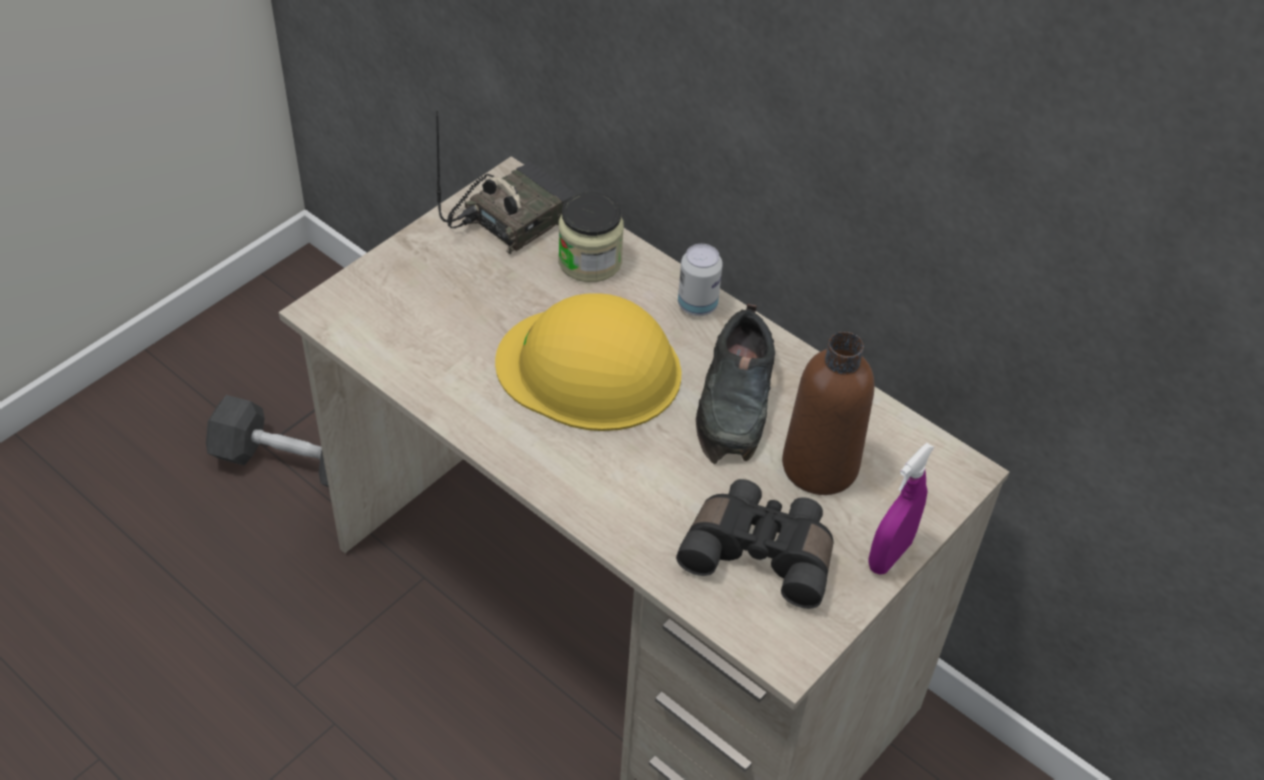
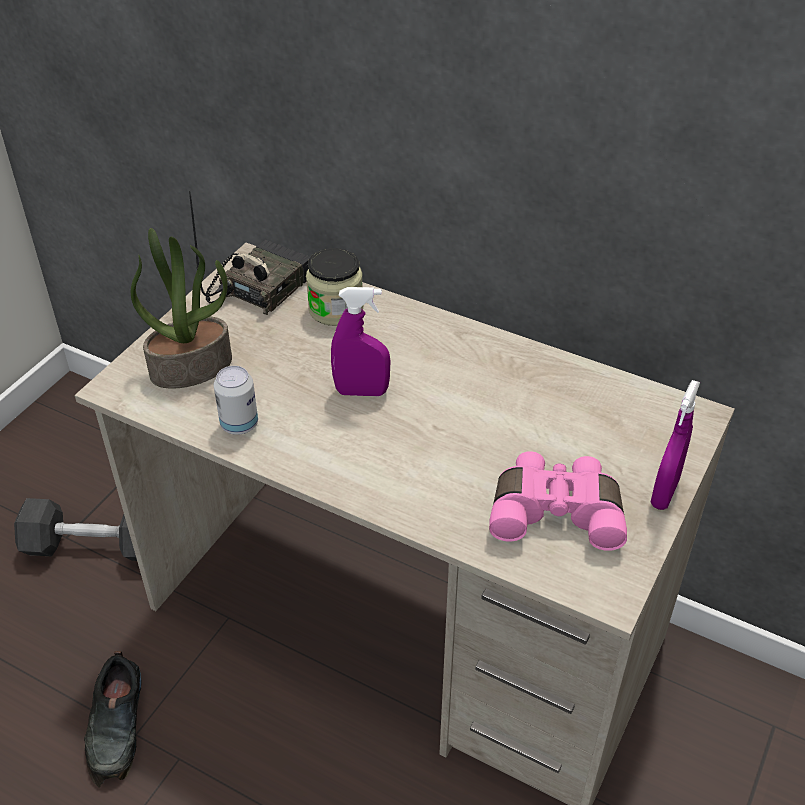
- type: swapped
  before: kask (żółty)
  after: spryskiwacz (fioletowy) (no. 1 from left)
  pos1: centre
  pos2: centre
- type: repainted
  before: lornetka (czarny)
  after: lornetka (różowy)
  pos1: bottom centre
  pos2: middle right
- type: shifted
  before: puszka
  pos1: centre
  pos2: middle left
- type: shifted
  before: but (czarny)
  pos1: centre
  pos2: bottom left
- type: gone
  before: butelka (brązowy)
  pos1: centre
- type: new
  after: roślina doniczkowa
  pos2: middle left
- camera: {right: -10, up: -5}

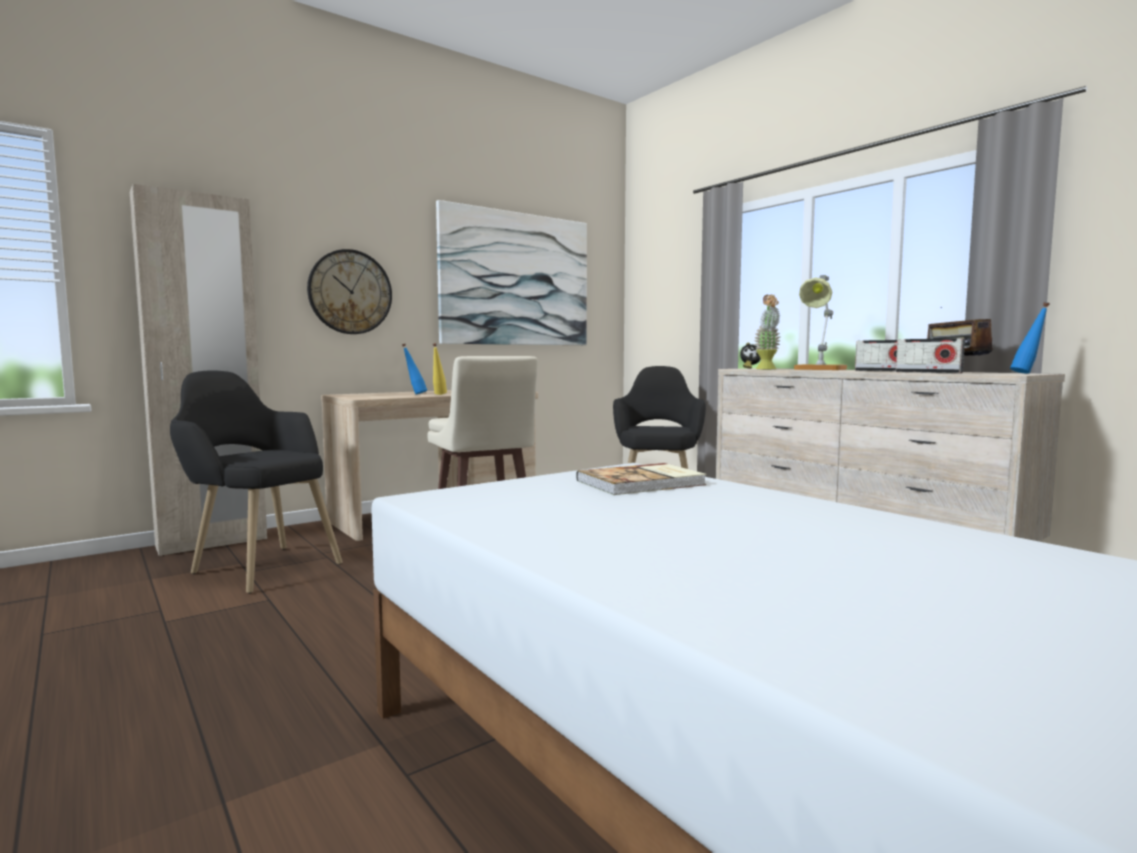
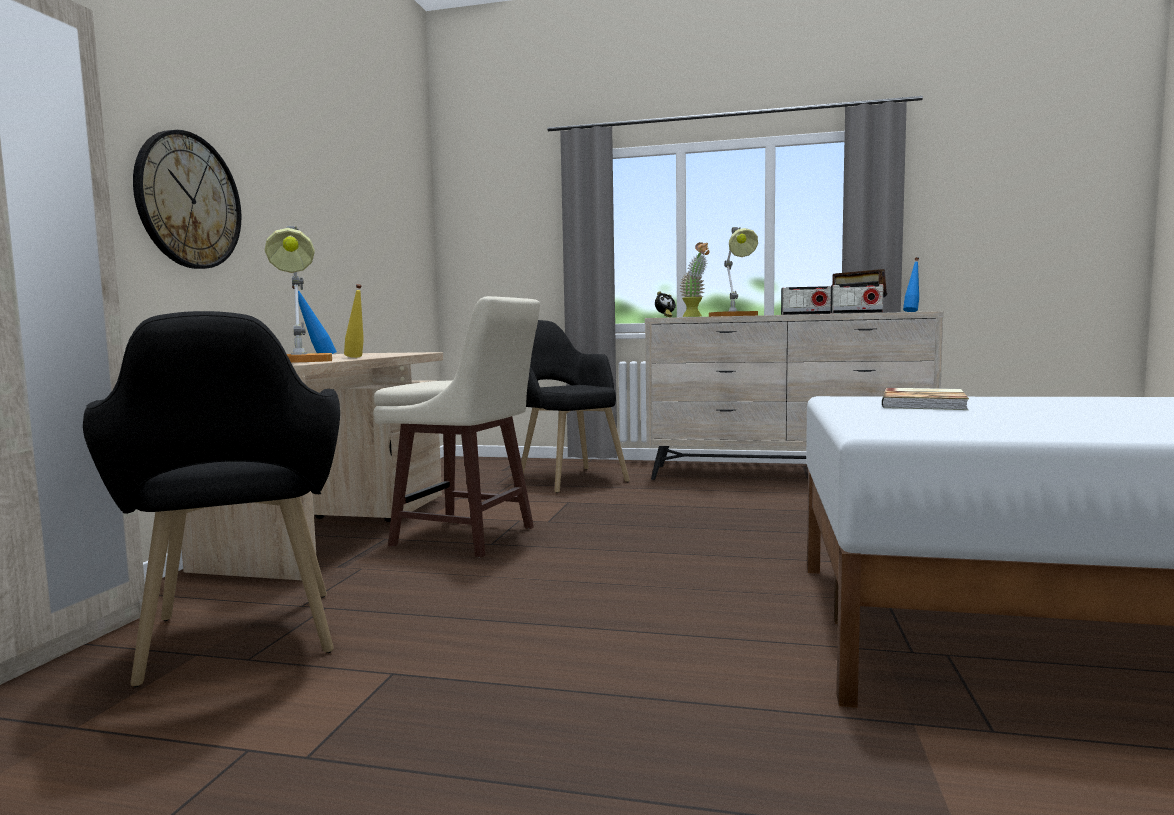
- type: rotated
  before: fotel (czarny) (no. 1 from left)
  pos1: middle left
  pos2: middle left
  turn: -105
- type: gone
  before: obraz
  pos1: top centre
- type: new
  after: lampa stołowa (no. 1 from left)
  pos2: middle left
- camera: {right: -40, up: 0}

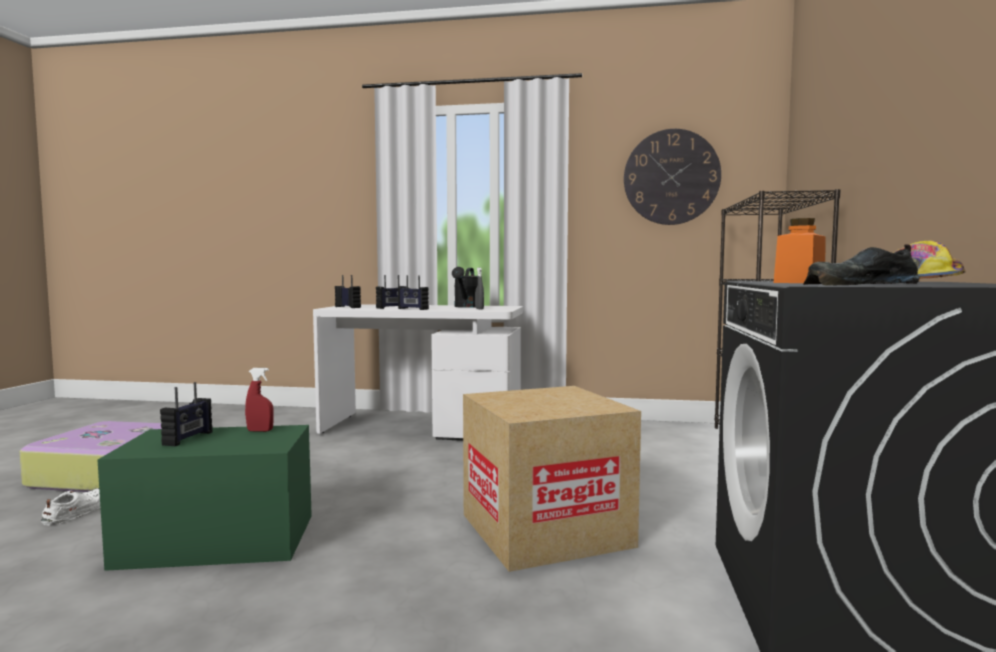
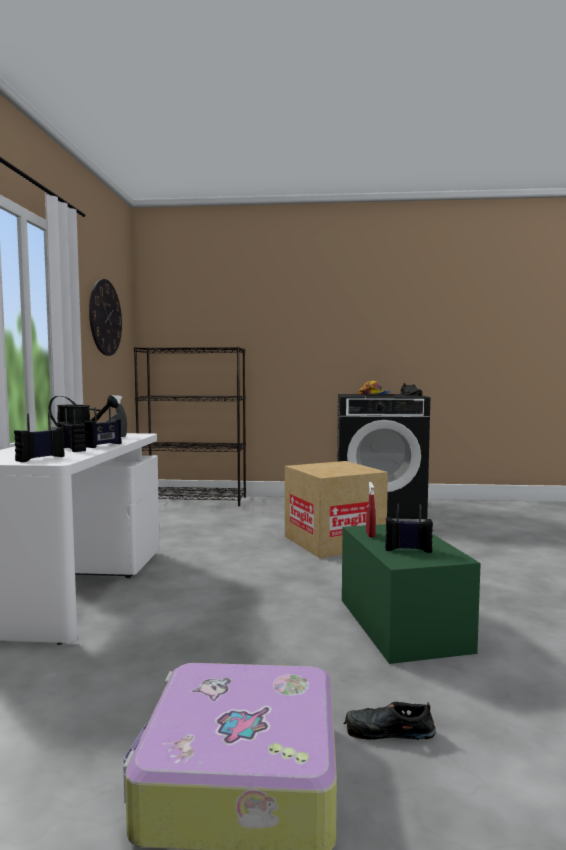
- type: repainted
  before: but (biały)
  after: but (czarny) (no. 1 from left)
  pos1: bottom left
  pos2: bottom right
- type: gone
  before: słoik (pomarańczowy)
  pos1: middle right
- camera: {right: -95, up: 0}

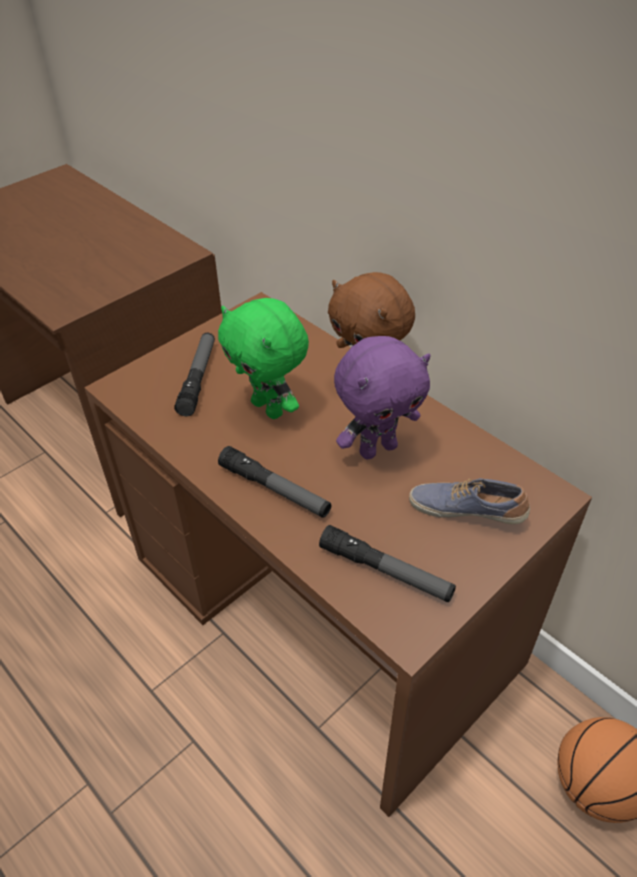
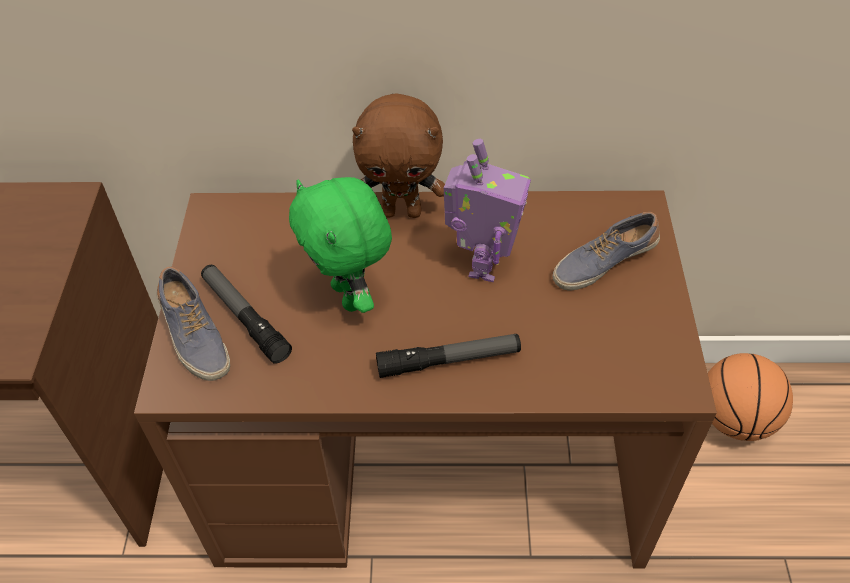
- type: rotated
  before: pluszak (zielony)
  pos1: centre
  pos2: centre
  turn: 60
- type: gone
  before: latarka (no. 3 from left)
  pos1: centre
- type: swapped
  before: pluszak (fioletowy)
  after: robot zabawkowy
  pos1: centre
  pos2: centre
- type: new
  after: but (no. 1 from left)
  pos2: middle left
- camera: {right: -45, up: 5}

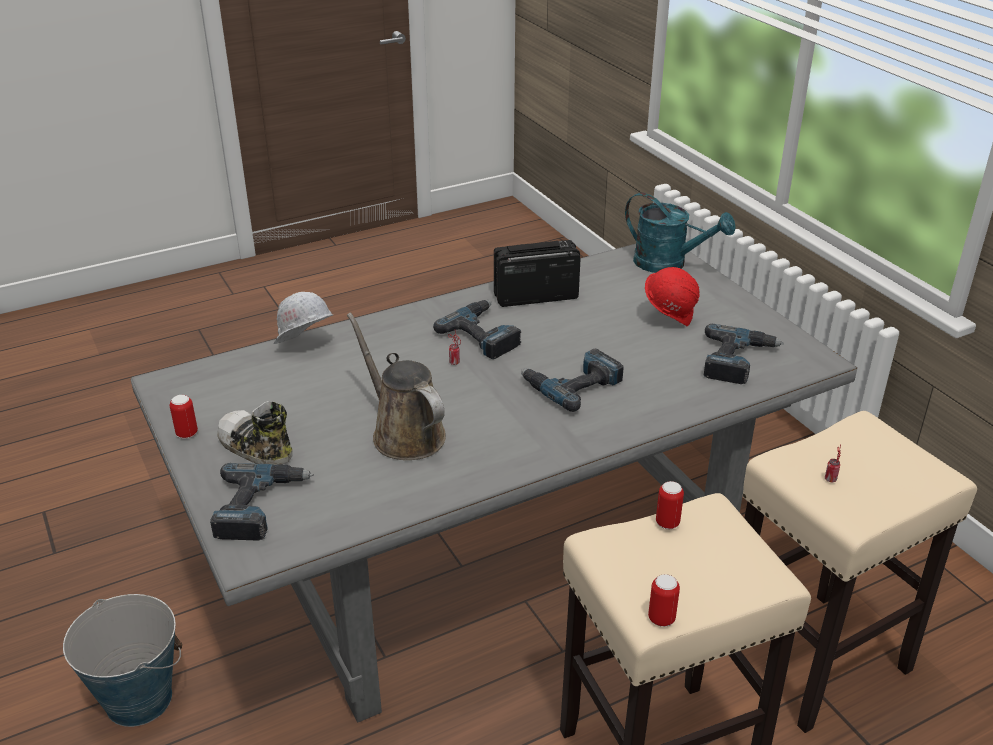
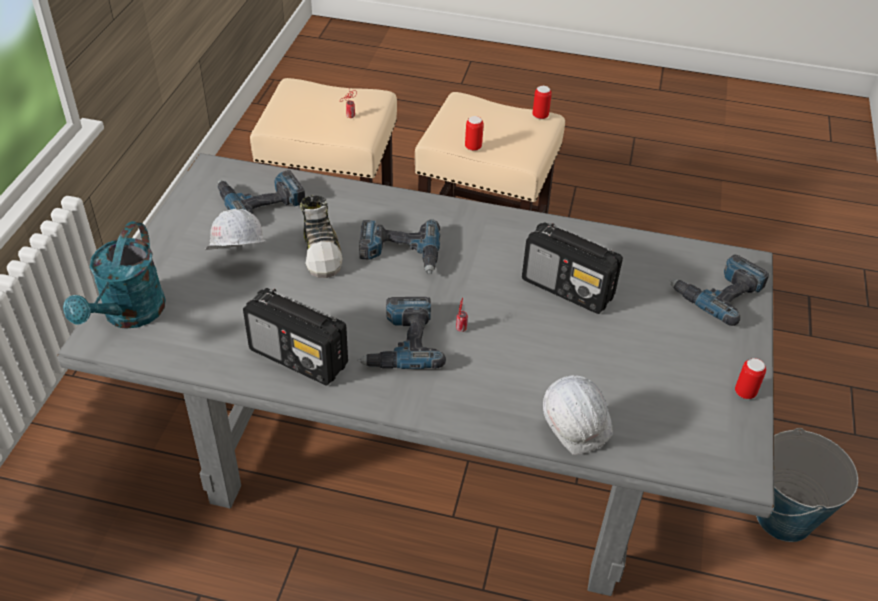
- type: shifted
  before: but
  pos1: middle left
  pos2: centre
- type: swapped
  before: konewka (brązowy)
  after: radio (no. 2 from left)
  pos1: centre
  pos2: centre
- type: rotated
  before: konewka (turkusowy)
  pos1: top right
  pos2: middle left
  turn: -150
- type: repainted
  before: kask (czerwony)
  after: kask (biały) (no. 1 from left)
  pos1: middle right
  pos2: middle left
- camera: {right: -140, up: 10}

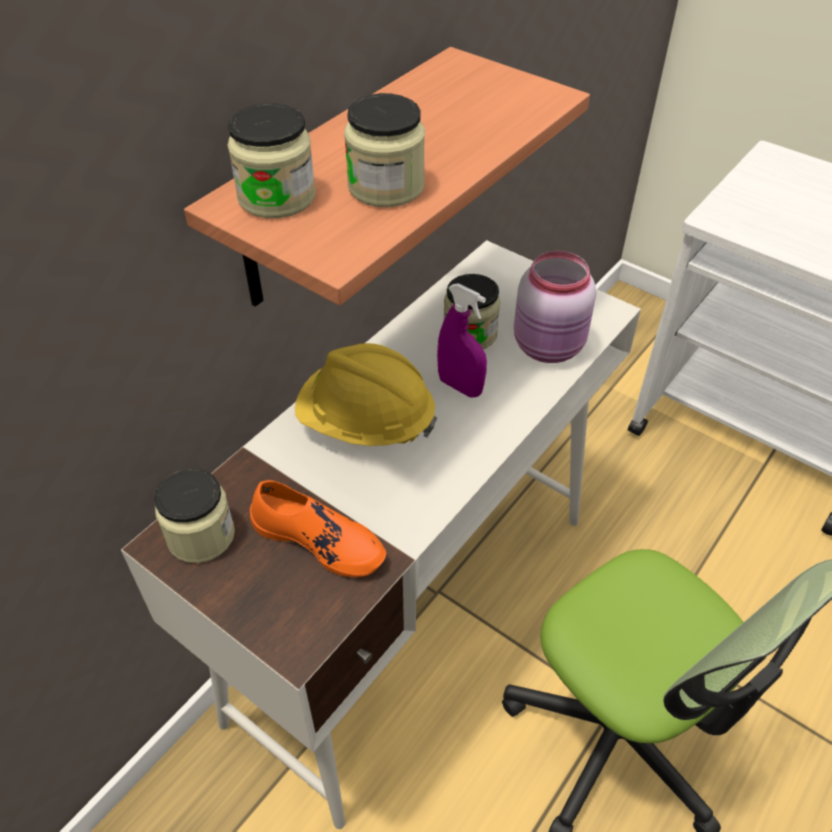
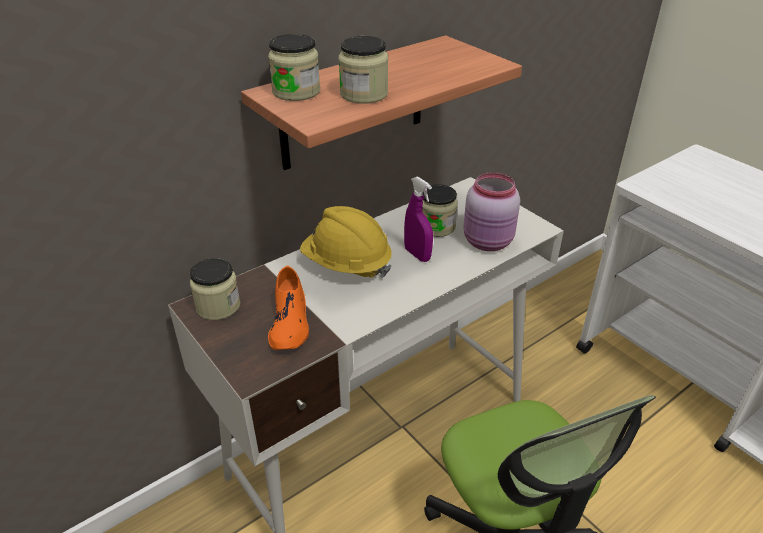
- type: rotated
  before: but (pomarańczowy)
  pos1: centre
  pos2: centre
  turn: 45
- camera: {right: 15, up: -10}

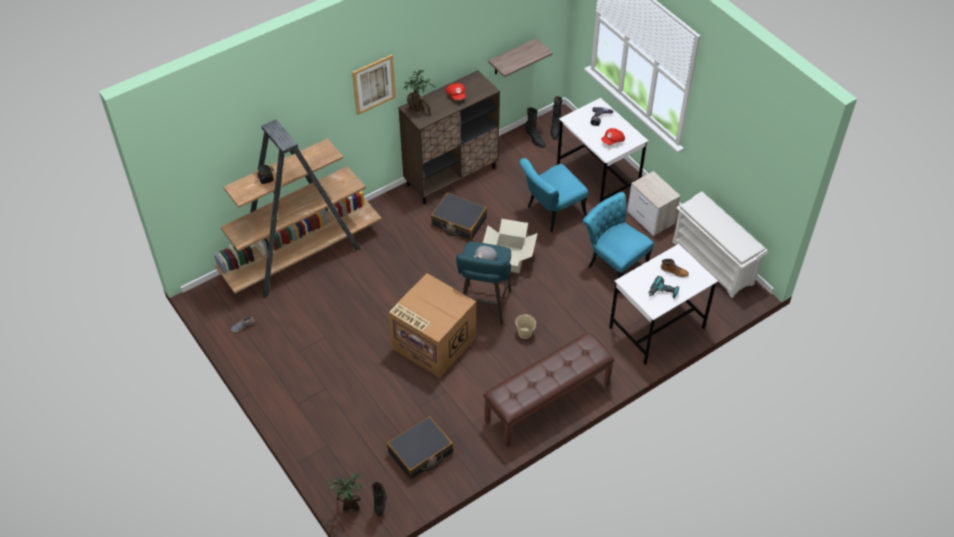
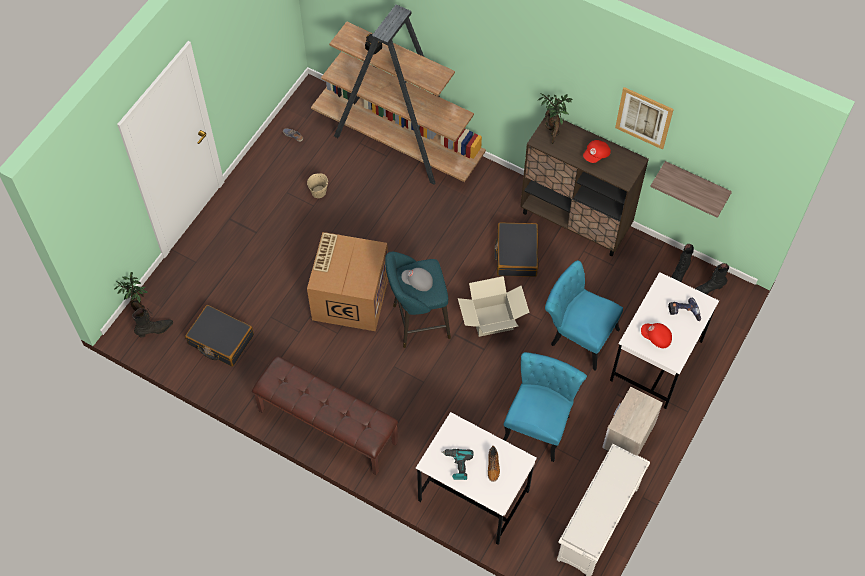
- type: shifted
  before: obraz
  pos1: top centre
  pos2: top right
- type: shifted
  before: wiadro (beżowy)
  pos1: centre
  pos2: top centre
- camera: {right: 65, up: 10}

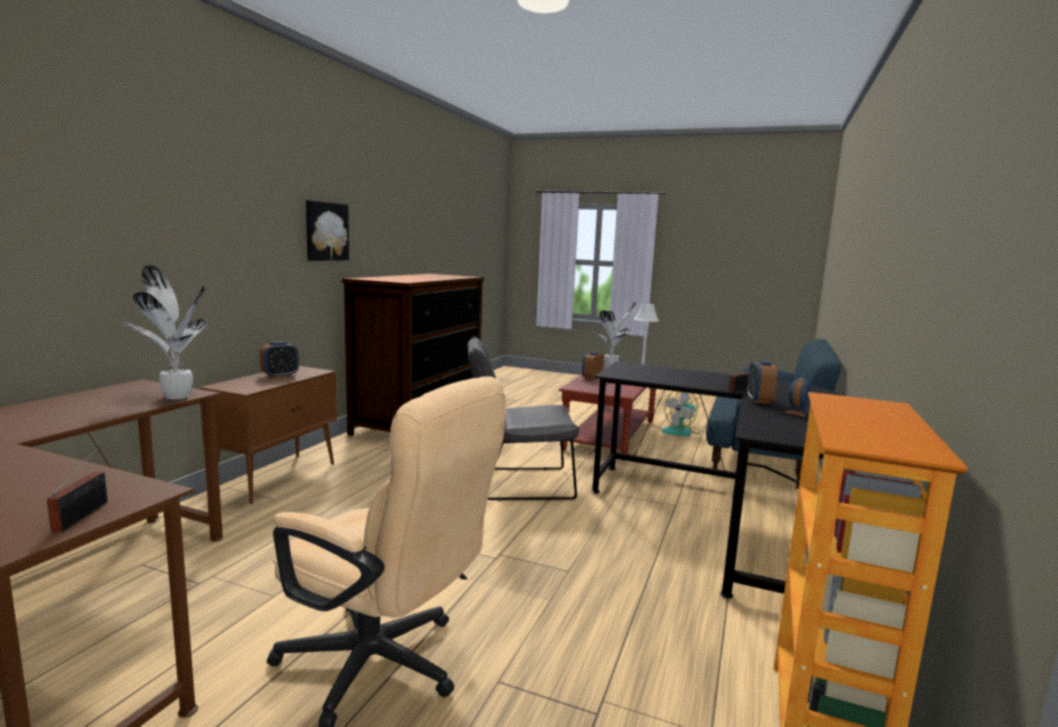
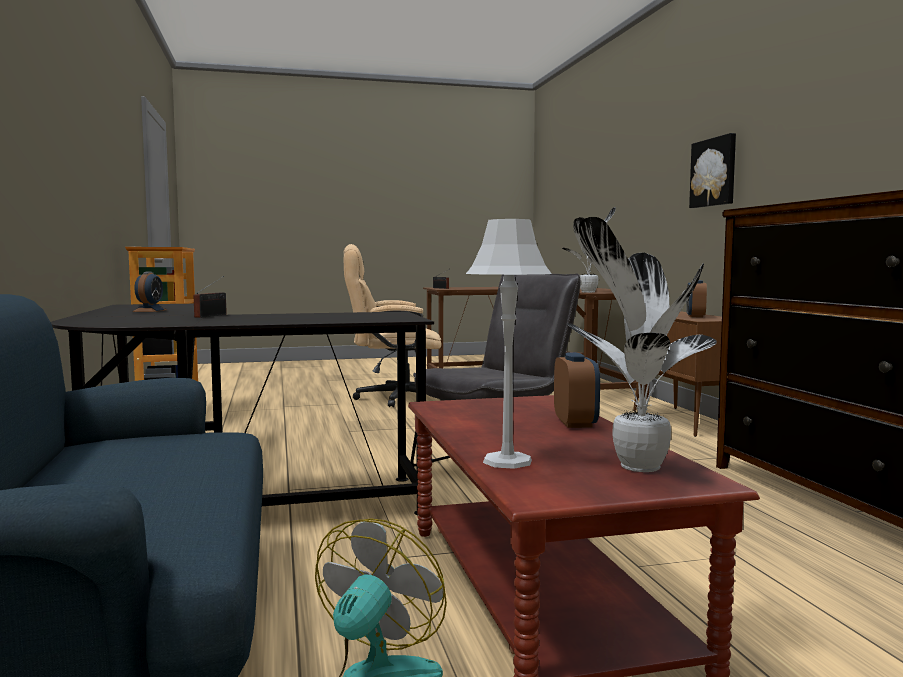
- type: shifted
  before: obraz
  pos1: top left
  pos2: top right
- type: gone
  before: budzik (no. 3 from left)
  pos1: middle right
- camera: {right: 145, up: -5}

